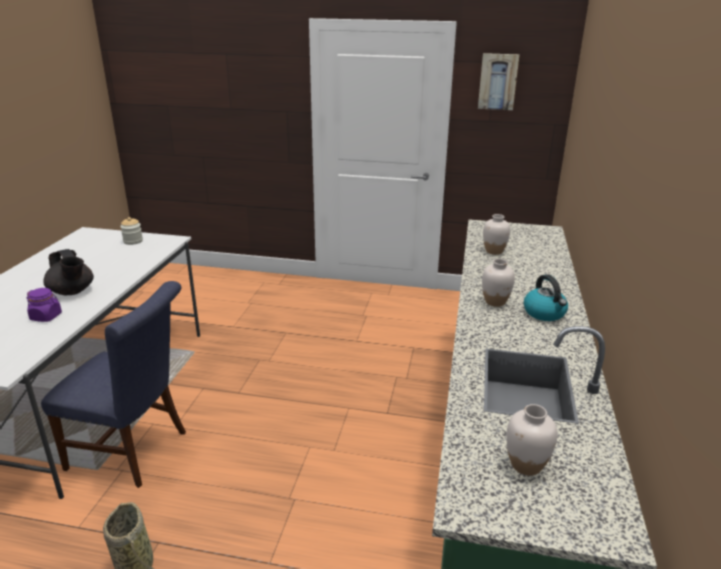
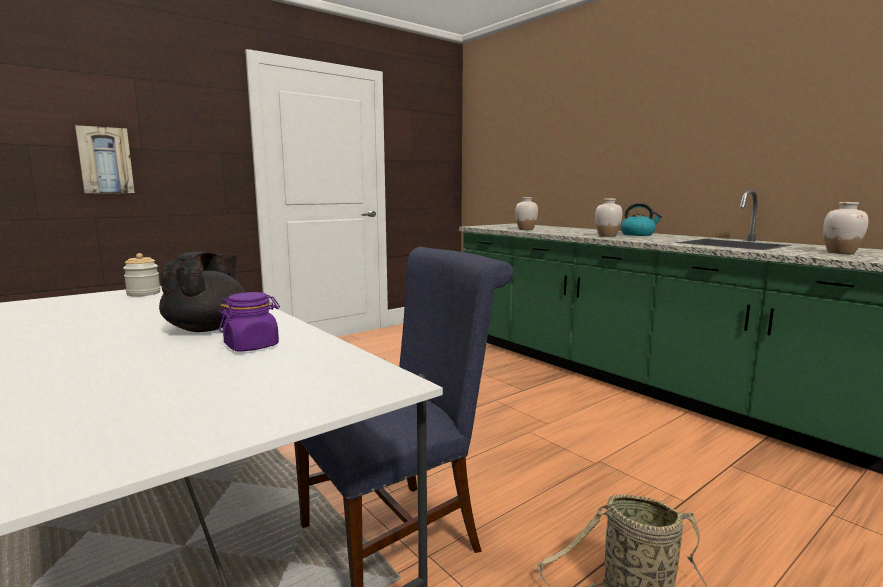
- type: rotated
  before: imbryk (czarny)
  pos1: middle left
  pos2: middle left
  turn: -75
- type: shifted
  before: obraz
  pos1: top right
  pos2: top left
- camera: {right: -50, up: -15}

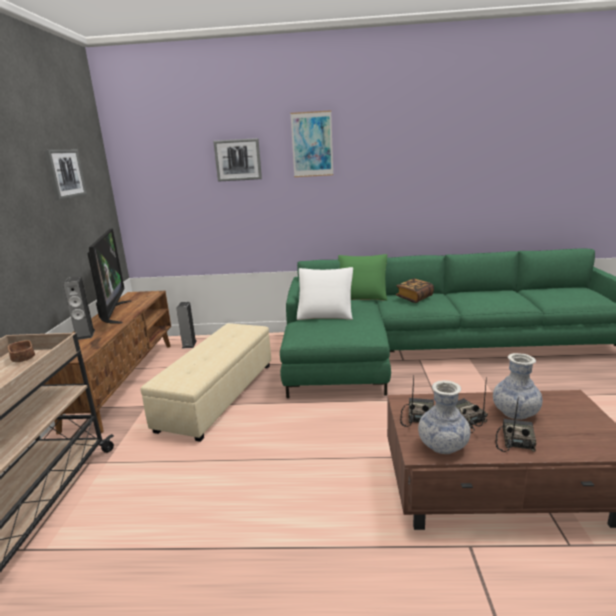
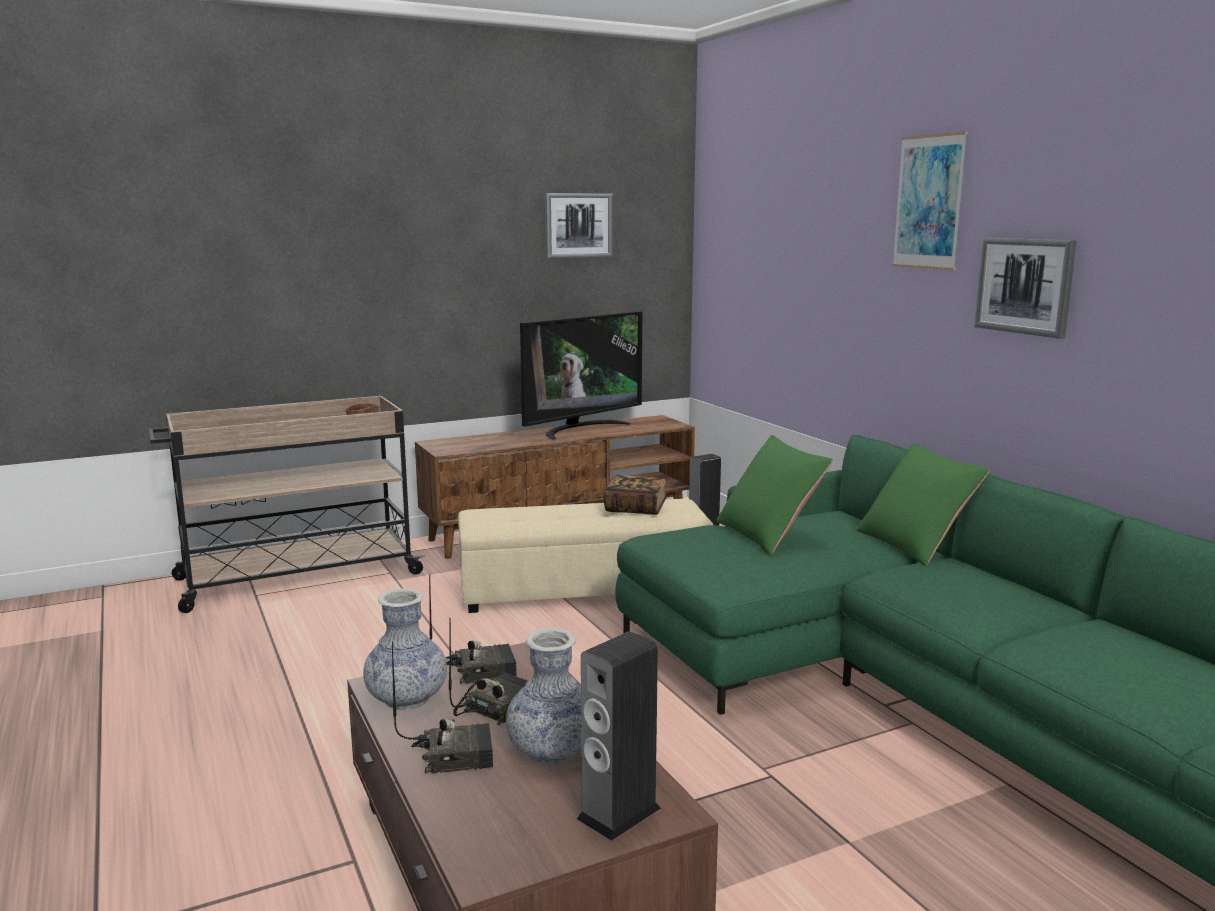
- type: shifted
  before: głośnik (no. 1 from left)
  pos1: middle left
  pos2: bottom centre
- type: shifted
  before: obraz (no. 2 from left in the first image)
  after: obraz (no. 3 from left)
  pos1: top centre
  pos2: top right
- type: repainted
  before: poduszka (biały)
  after: poduszka (zielony) (no. 1 from left)
  pos1: centre
  pos2: centre
- type: shifted
  before: książka
  pos1: middle right
  pos2: centre
- camera: {right: 60, up: -5}

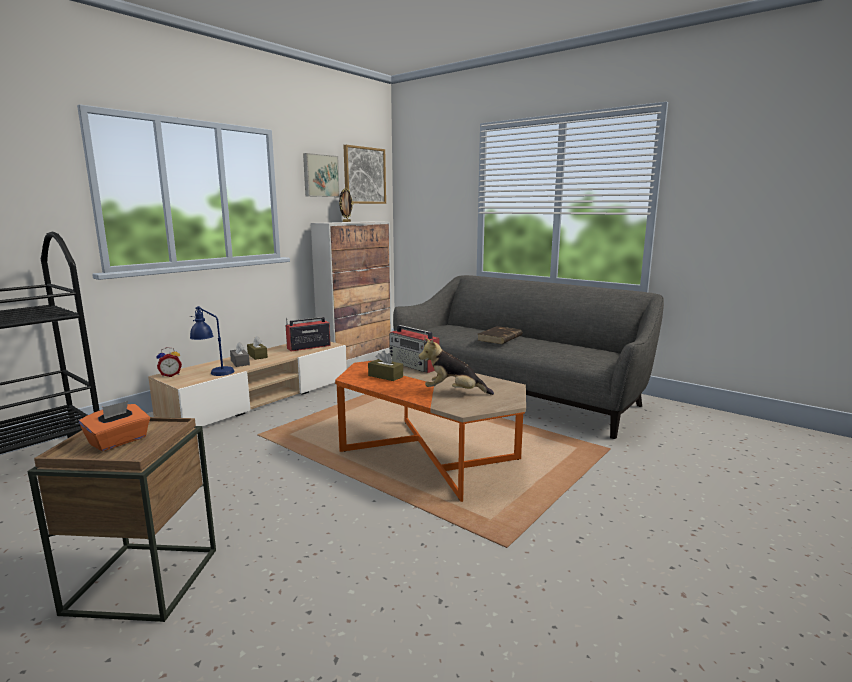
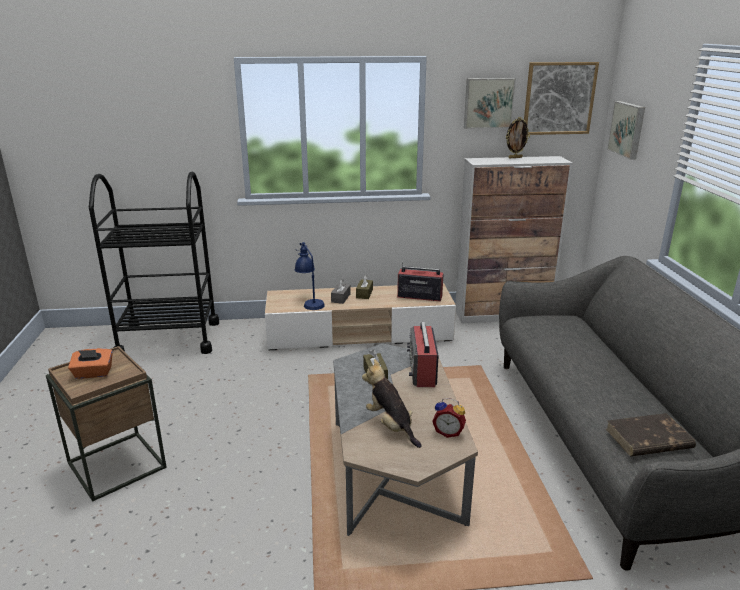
- type: shifted
  before: budzik
  pos1: middle left
  pos2: bottom centre
- type: repainted
  before: ława (pomarańczowy)
  after: ława (szary)
  pos1: centre
  pos2: bottom centre
- type: shifted
  before: książka (brązowy)
  pos1: centre
  pos2: bottom right
- type: new
  after: obraz (no. 3 from left)
  pos2: top right
- camera: {right: 45, up: 10}

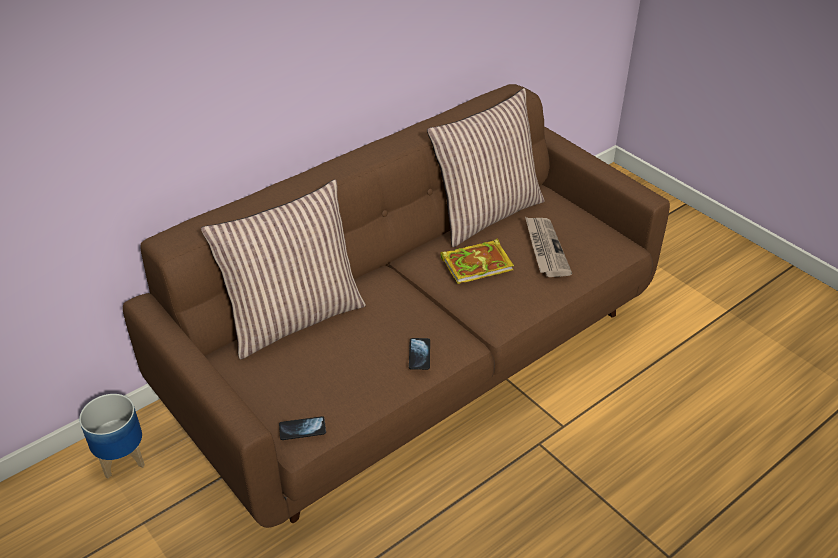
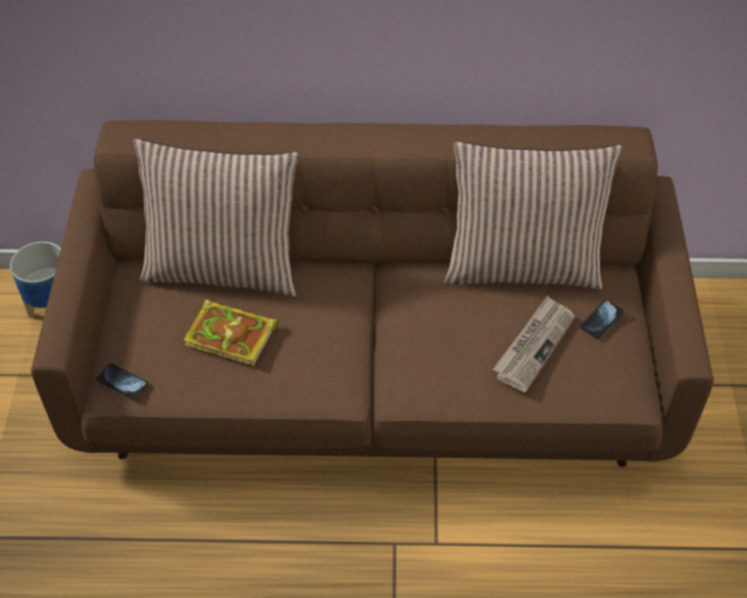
- type: shifted
  before: telefon (no. 2 from left)
  pos1: centre
  pos2: middle right
- type: shifted
  before: książka
  pos1: centre
  pos2: middle left
- camera: {right: 40, up: 10}

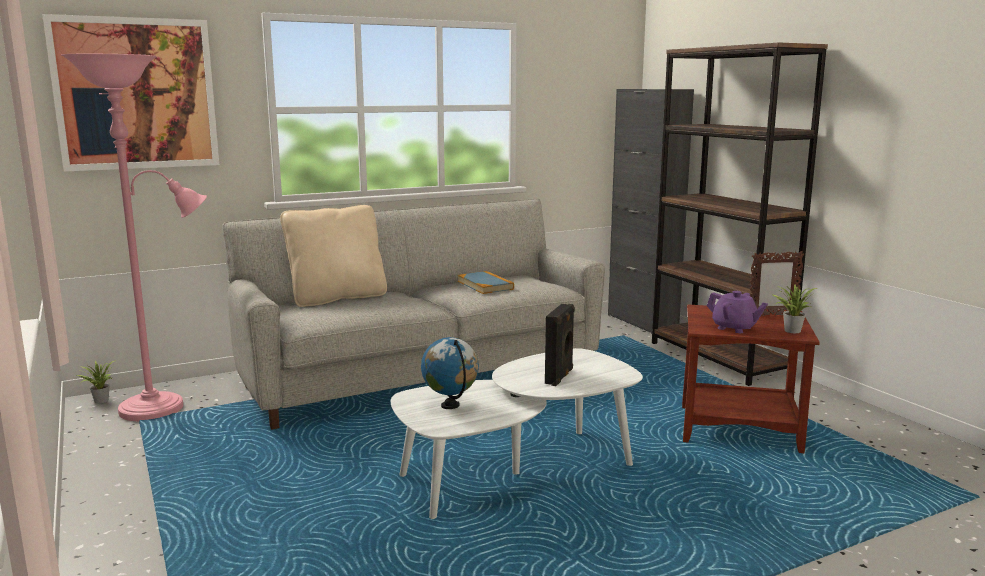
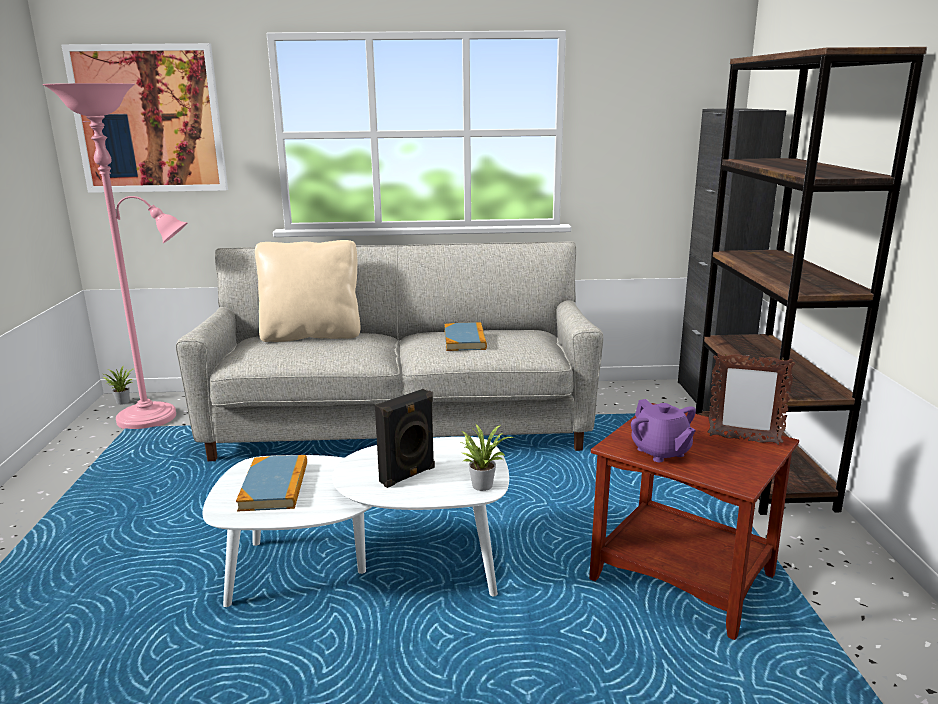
- type: swapped
  before: globus
  after: książka (no. 1 from left)
  pos1: centre
  pos2: bottom left
- type: shifted
  before: roślina doniczkowa (no. 2 from left)
  pos1: middle right
  pos2: centre
- camera: {right: 25, up: 5}

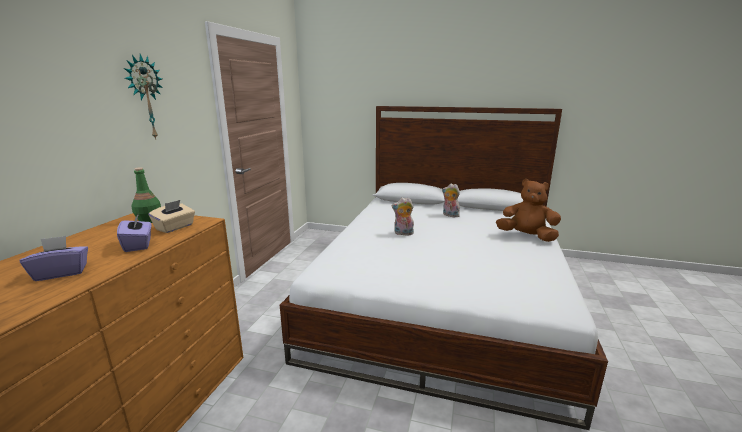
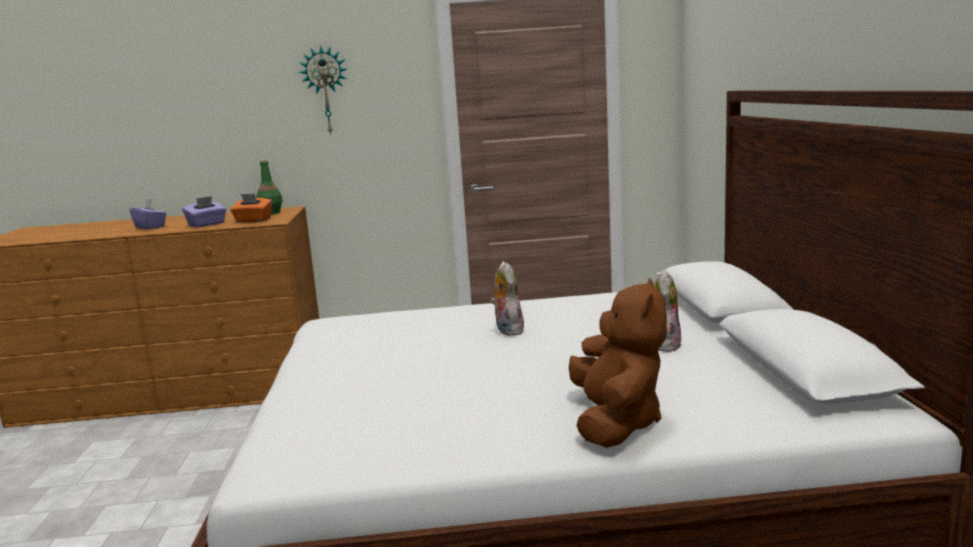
- type: repainted
  before: pudełko chusteczek (beżowy)
  after: pudełko chusteczek (pomarańczowy)
  pos1: middle left
  pos2: middle left
- camera: {right: 70, up: -5}

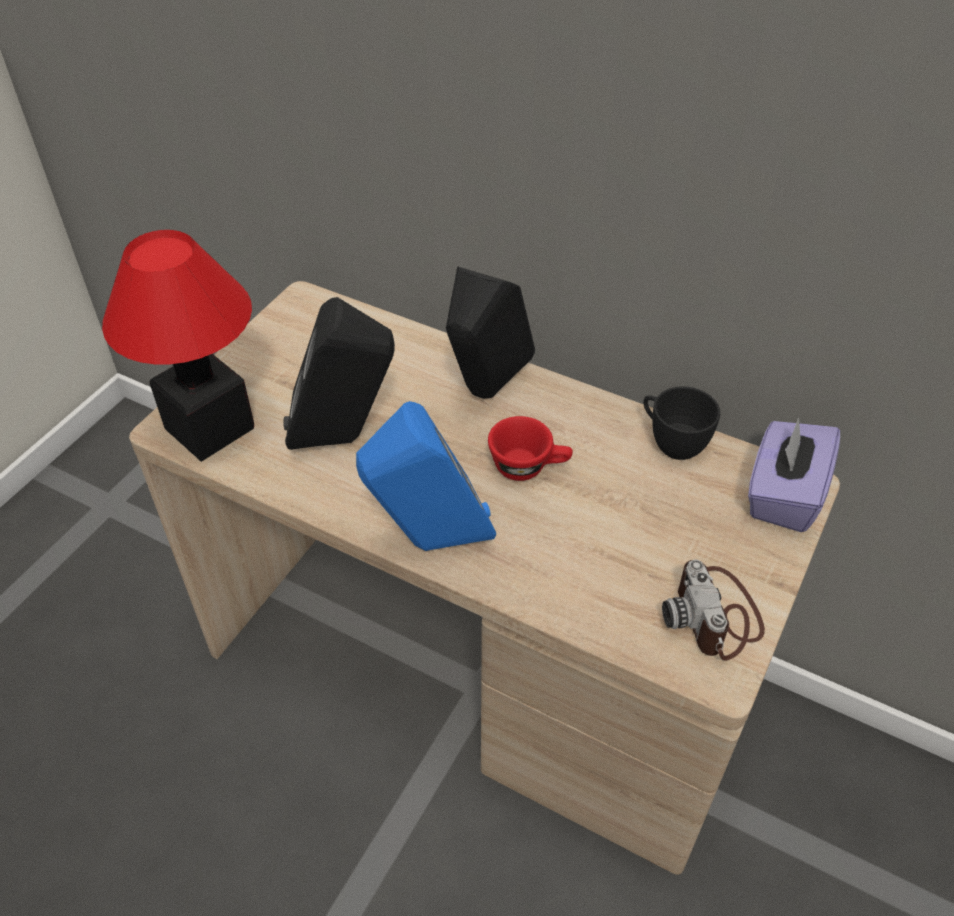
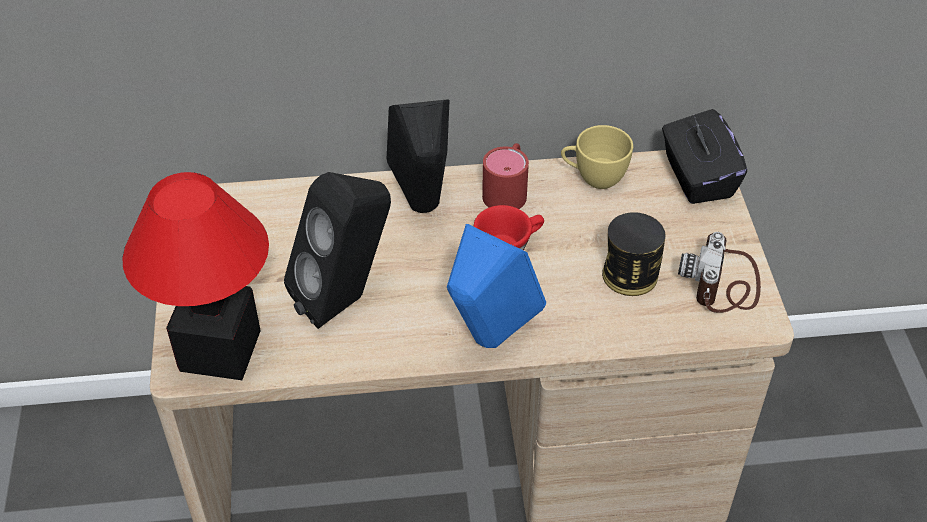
- type: repainted
  before: filiżanka (czarny)
  after: filiżanka (żółty)
  pos1: middle right
  pos2: top centre
- type: rotated
  before: aparat fotograficzny
  pos1: middle right
  pos2: middle right
  turn: 60
- type: repainted
  before: pudełko chusteczek (fioletowy)
  after: pudełko chusteczek (czarny)
  pos1: middle right
  pos2: top right
- type: new
  after: kubek (czerwony)
  pos2: centre
- type: new
  after: puszka
  pos2: middle right
- camera: {right: -35, up: 0}

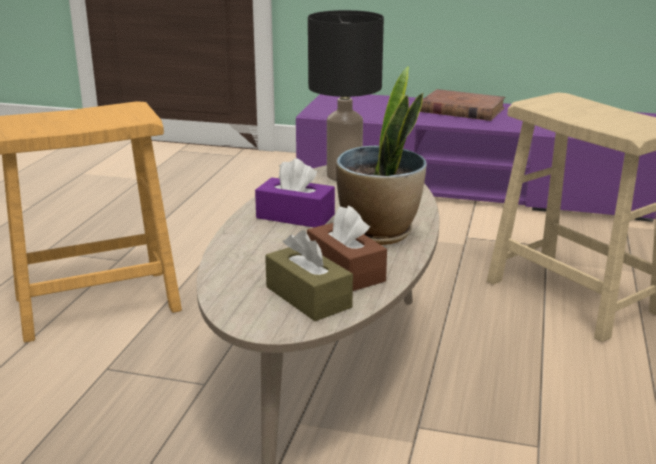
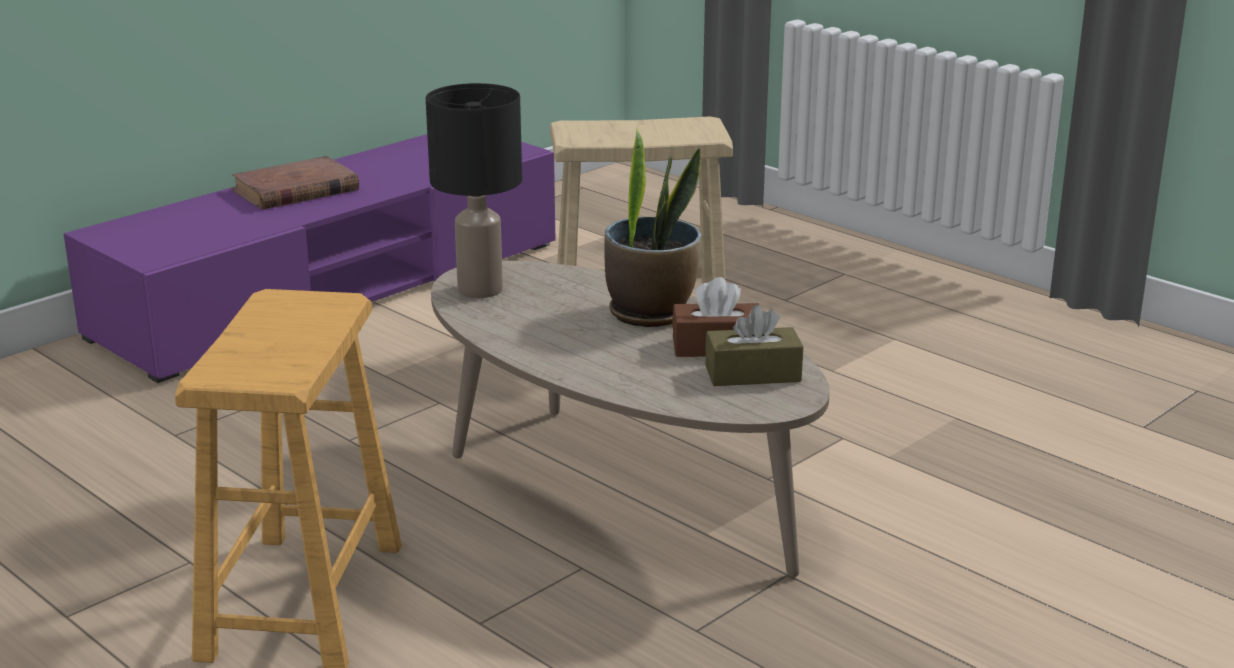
- type: gone
  before: pudełko chusteczek (fioletowy)
  pos1: centre
- camera: {right: -60, up: 0}

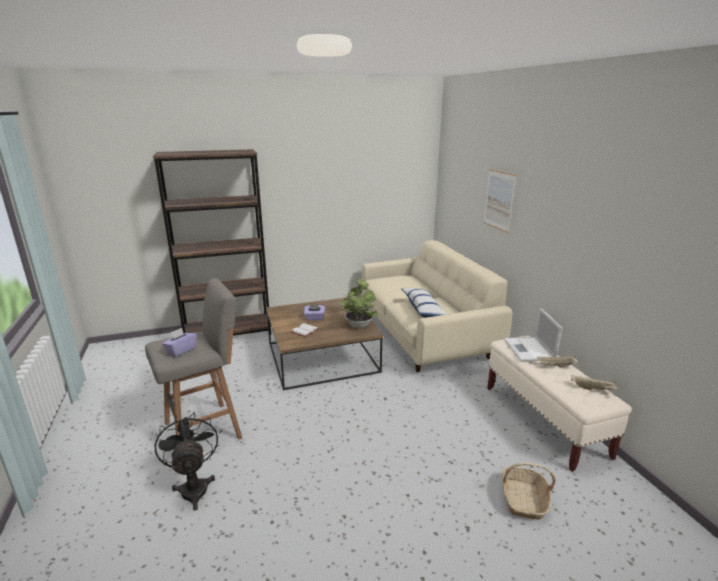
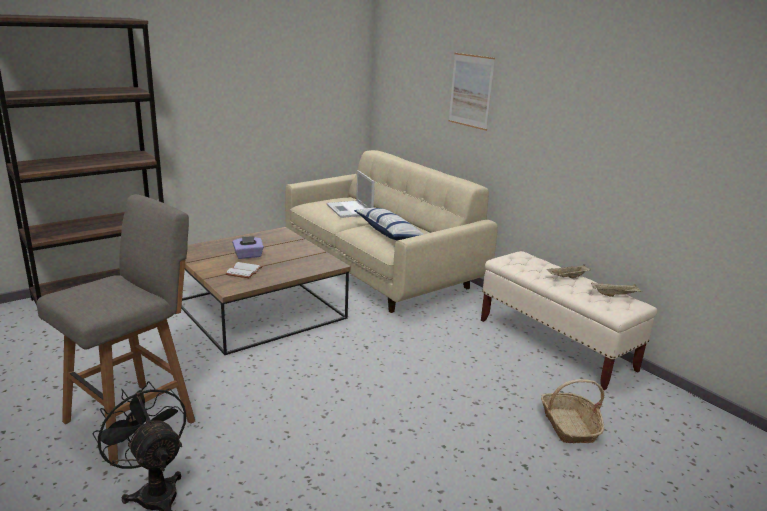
- type: gone
  before: pudełko chusteczek (fioletowy) (no. 1 from left)
  pos1: middle left
- type: gone
  before: roślina doniczkowa
  pos1: centre
- type: shifted
  before: laptop
  pos1: middle right
  pos2: centre
- camera: {right: -20, up: 0}

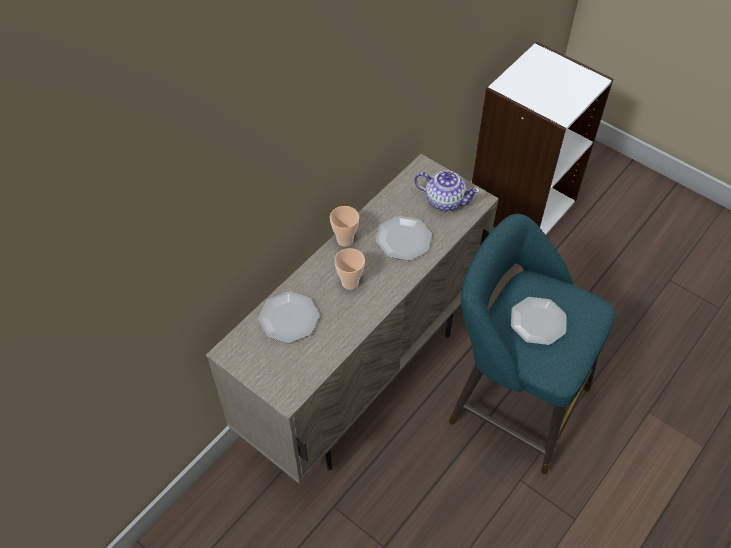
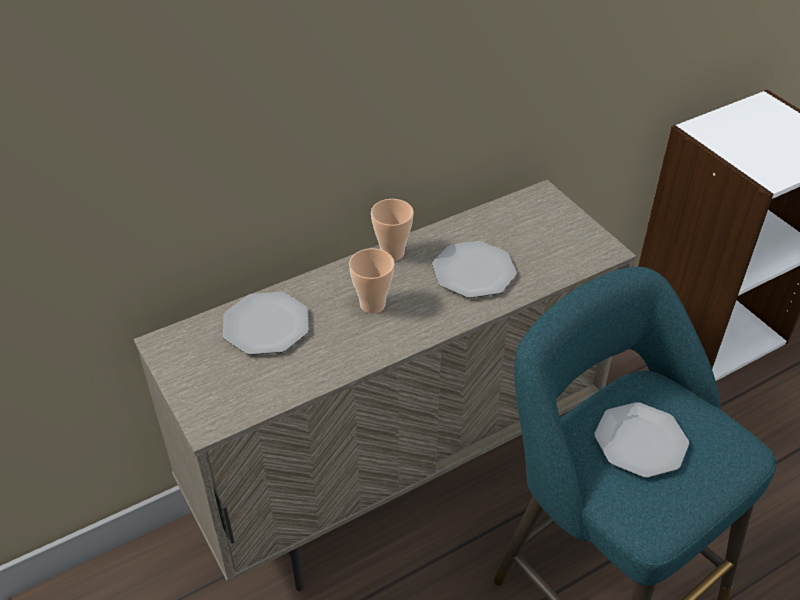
- type: gone
  before: imbryk
  pos1: centre
- camera: {right: 20, up: -10}

